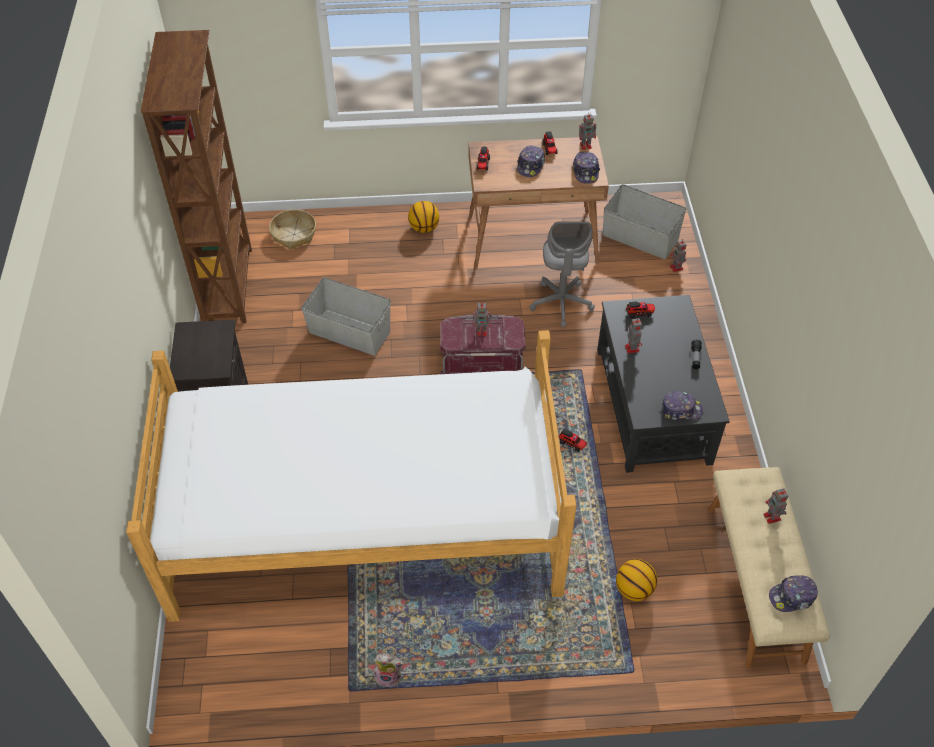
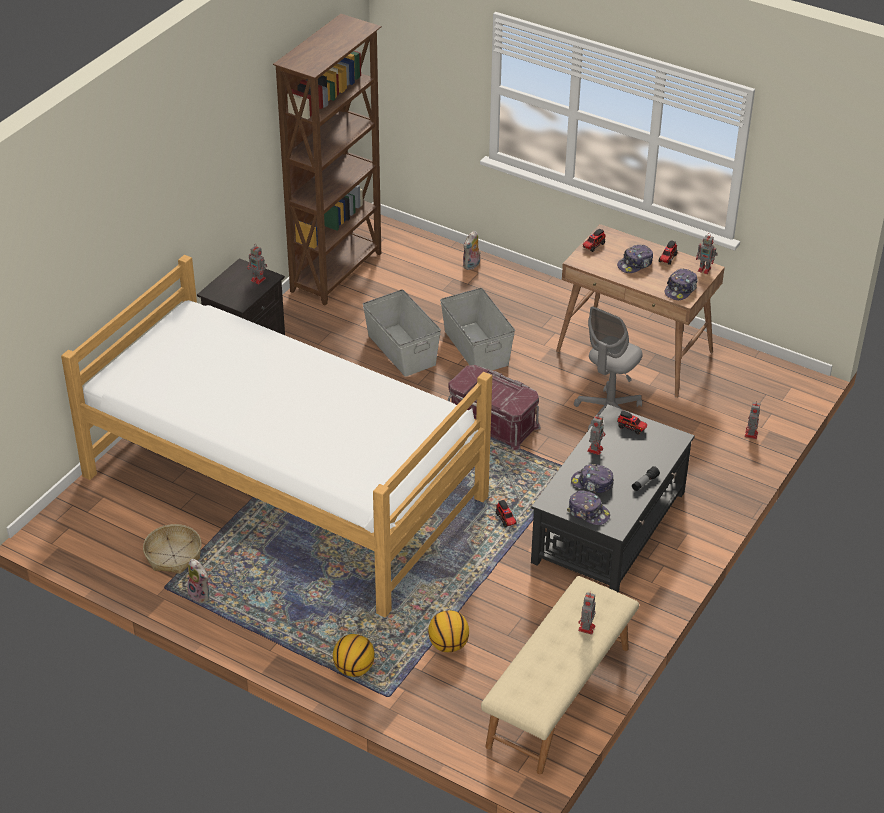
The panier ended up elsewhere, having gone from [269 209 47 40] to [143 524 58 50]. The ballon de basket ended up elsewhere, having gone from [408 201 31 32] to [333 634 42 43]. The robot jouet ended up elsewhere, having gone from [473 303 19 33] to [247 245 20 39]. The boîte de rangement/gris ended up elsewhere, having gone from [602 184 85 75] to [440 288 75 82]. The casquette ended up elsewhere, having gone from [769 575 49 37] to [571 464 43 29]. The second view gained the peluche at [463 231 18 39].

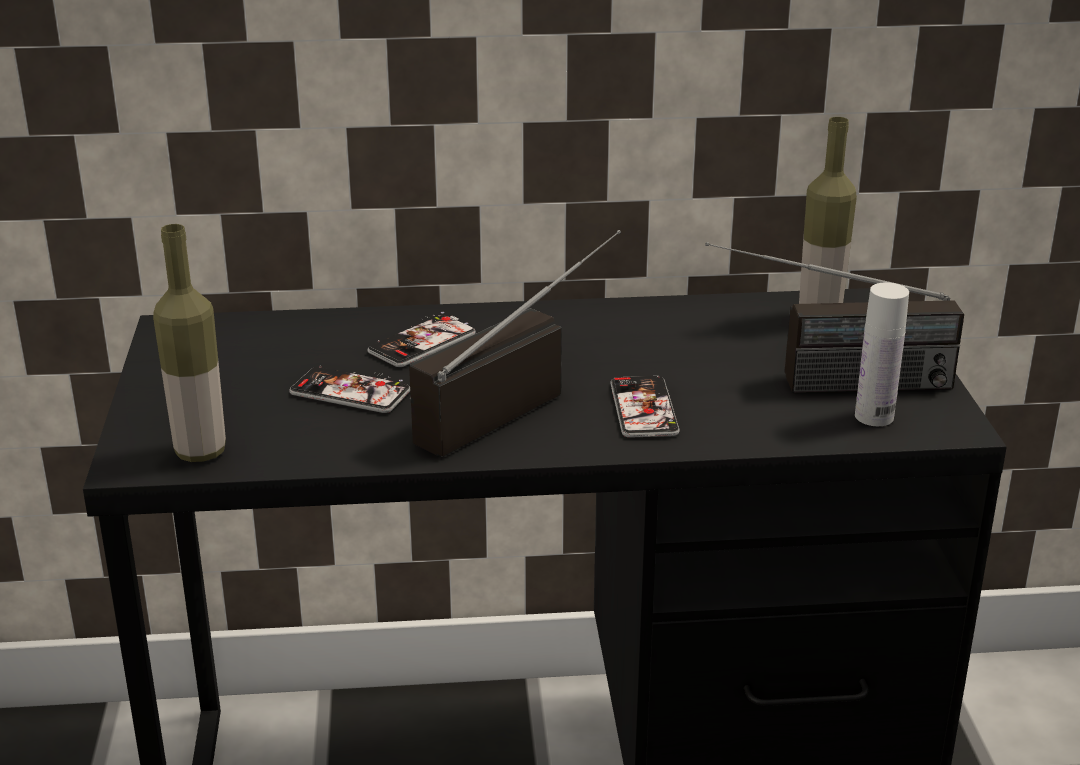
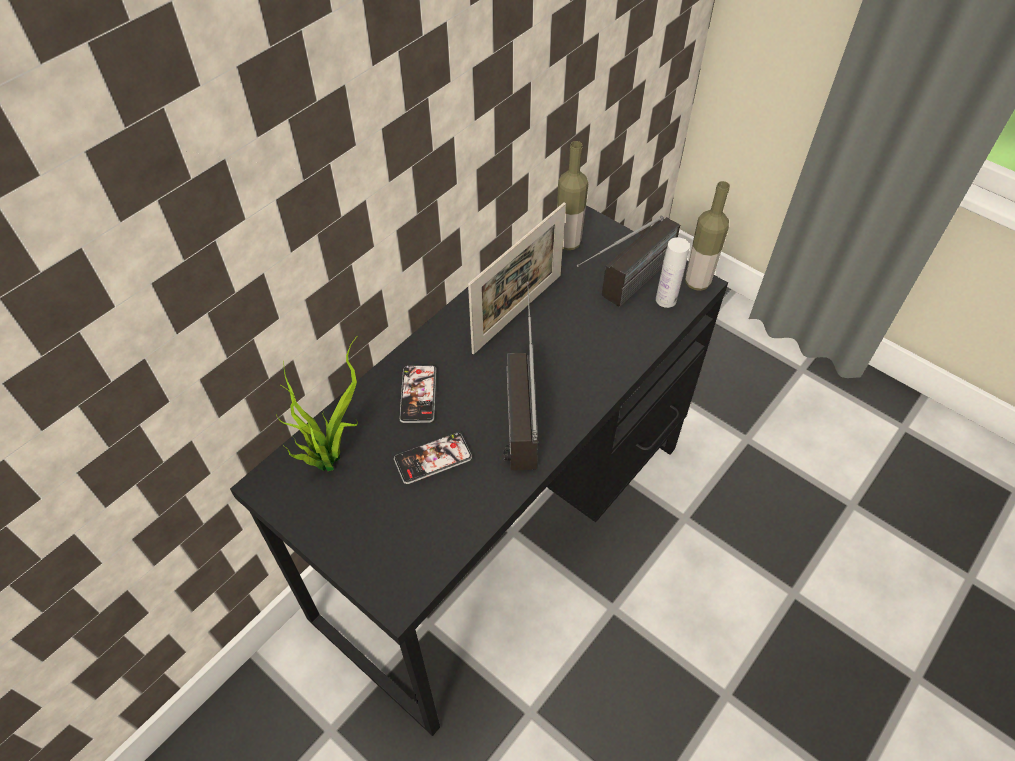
The bouteille ended up elsewhere, having gone from [153 224 73 238] to [685 181 45 110]. The second view lost the téléphone at [610 376 70 62]. The second view gained the plante en pot at [276 336 82 135]. The second view gained the cadre photo at [468 202 98 152].

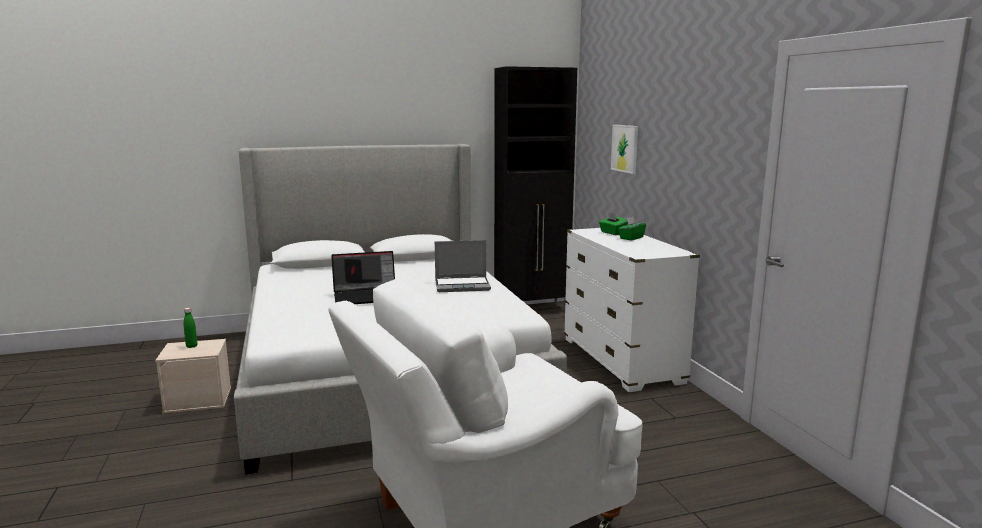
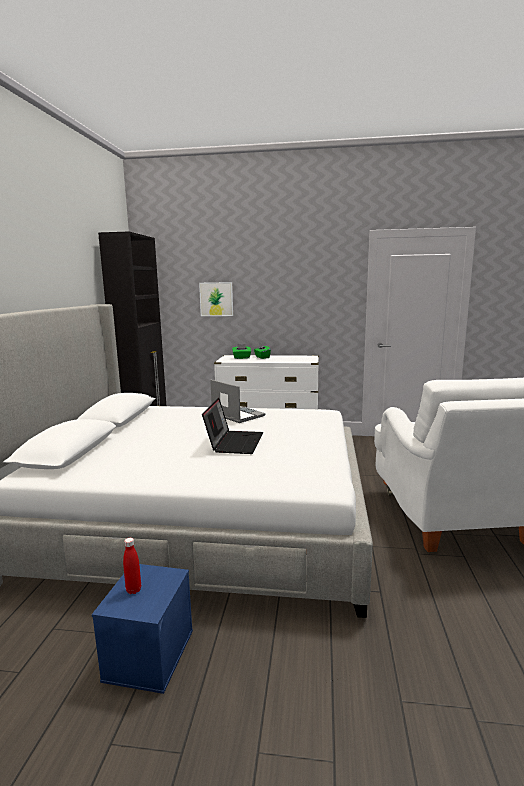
What was the boîte de rangement/beige at [155 339 76 75] turned into the boîte de rangement/bleu at [92 564 101 130]. What was the bouteille/vert at [184 308 13 40] turned into the bouteille/rouge at [123 538 18 56]. The ordinateur portable at [435 240 56 52] ended up facing another way, 60 degrees counterclockwise from before.

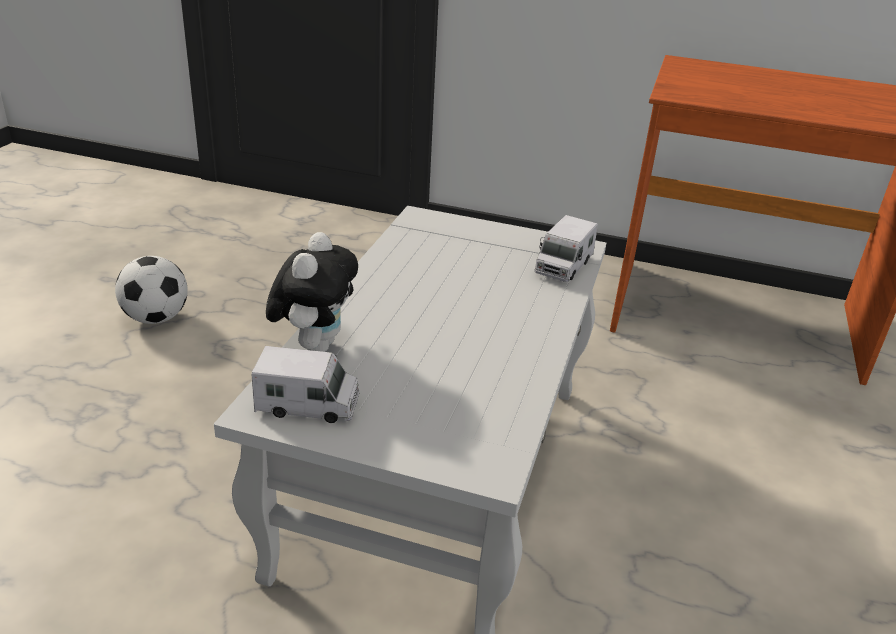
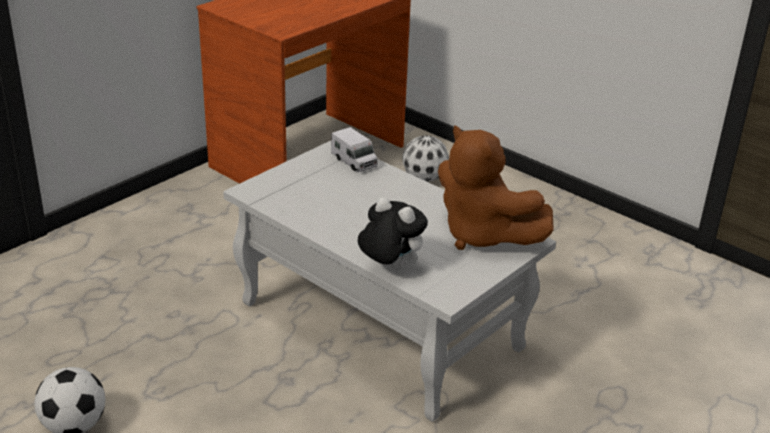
The second view lost the camion jouet at [252 346 108 77]. The second view gained the ballon de foot at [402 135 47 47]. The second view gained the peluche/marron at [438 125 116 125].

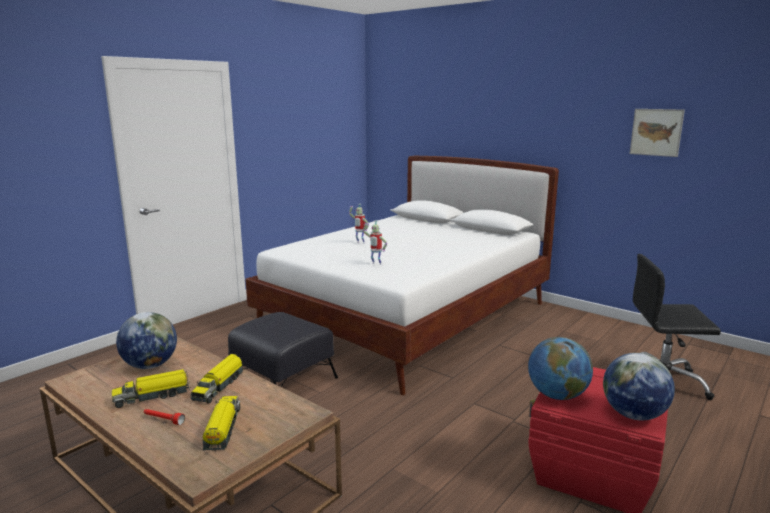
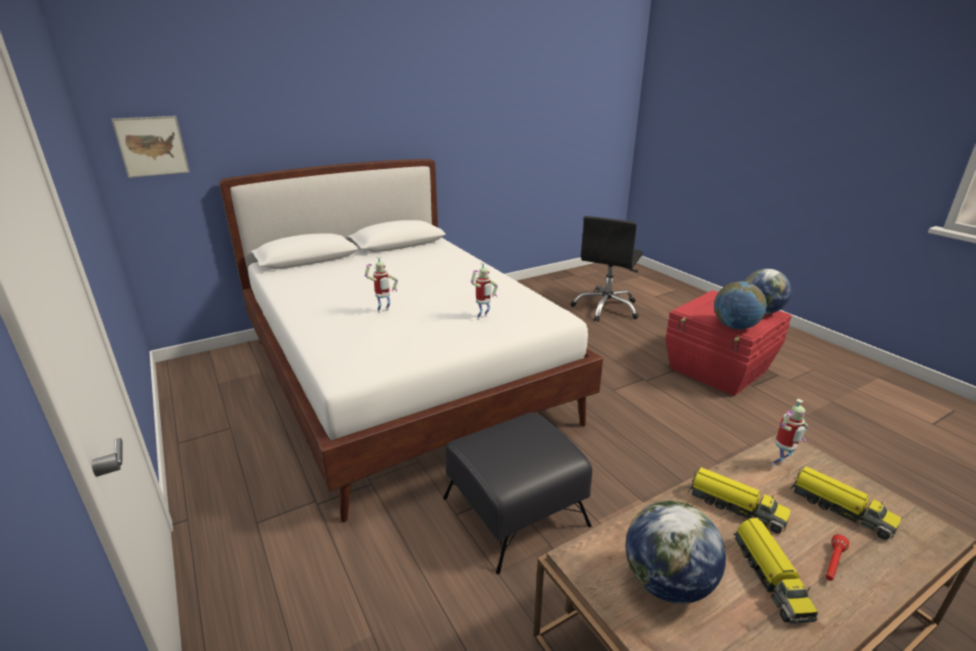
The camion jouet at [203 396 38 55] ended up facing another way, 150 degrees counterclockwise from before. The tableau ended up elsewhere, having gone from [630 109 55 48] to [111 116 79 62]. The second view gained the robot jouet at [771 399 37 68].

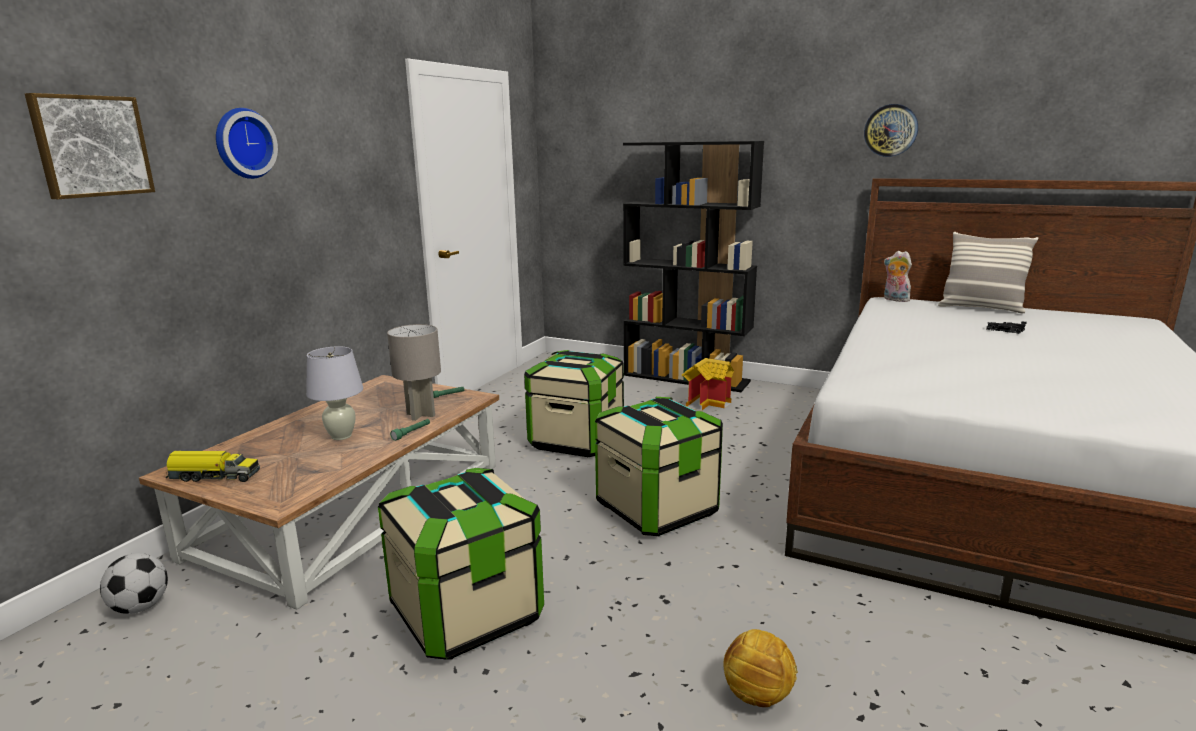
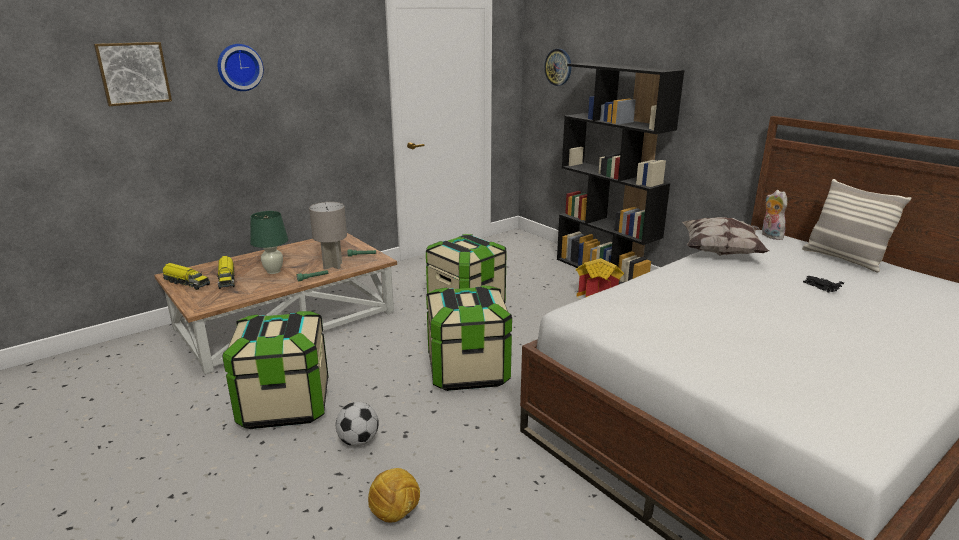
The ballon de foot ended up elsewhere, having gone from [100 553 68 61] to [336 402 43 44]. What was the lampe de table/blanc at [306 346 57 94] turned into the lampe de table/vert at [250 211 38 63]. The horloge murale ended up elsewhere, having gone from [864 104 54 53] to [544 49 27 37]. The second view gained the camion jouet at [217 256 18 33]. The second view gained the coussin at [682 217 87 39].

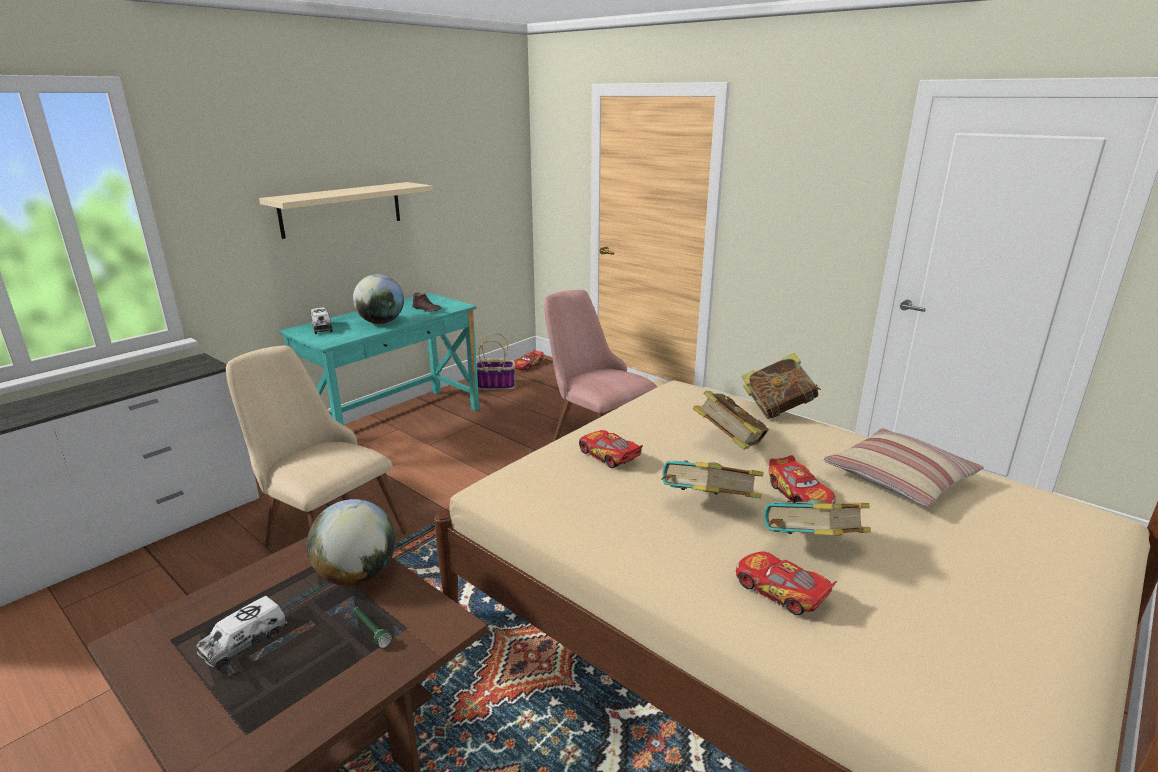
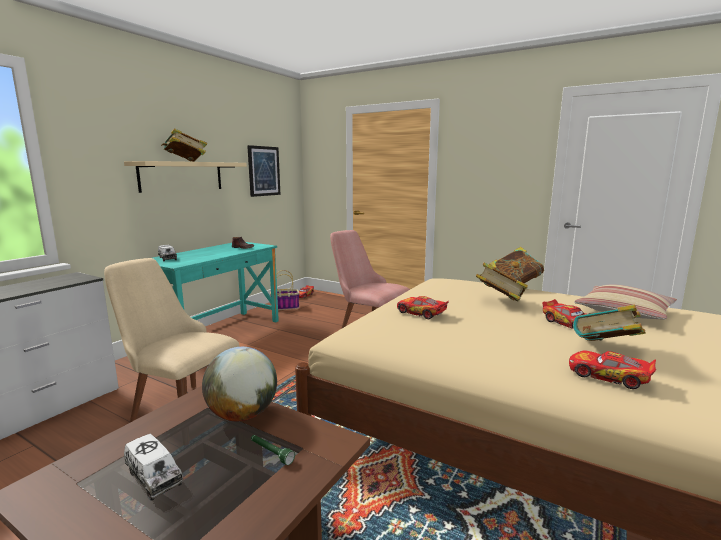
The camion jouet at [196 596 91 74] ended up facing another way, 75 degrees counterclockwise from before. The second view lost the globe at [353 274 51 50]. The livre ended up elsewhere, having gone from [662 460 102 38] to [161 128 46 34]. The second view gained the tableau at [247 145 34 52].

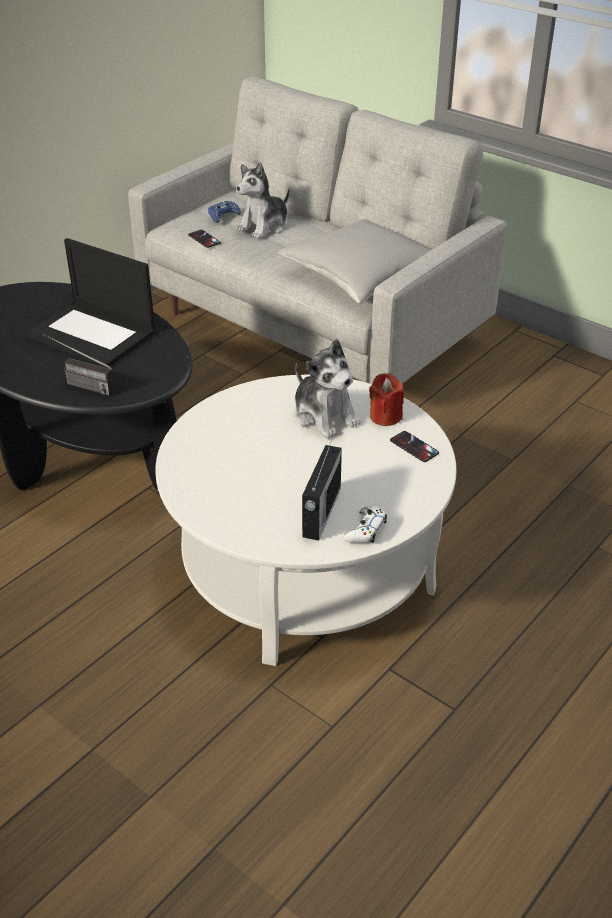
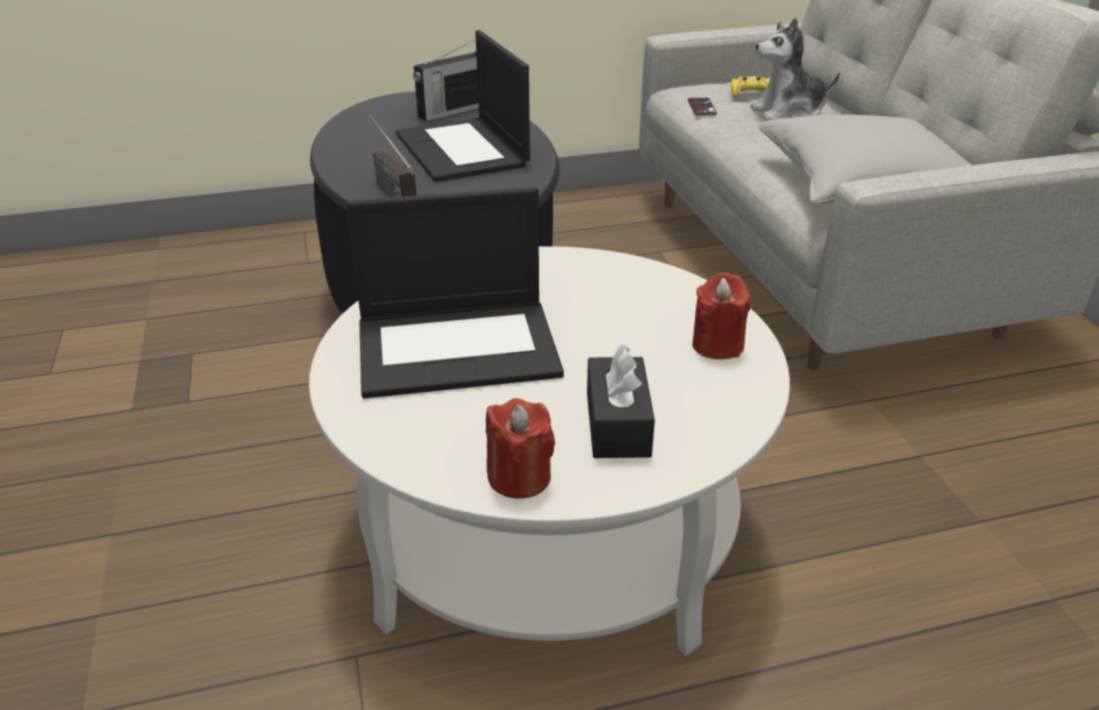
What was the manette/bleu at [208 200 33 23] turned into the manette/jaune at [731 76 39 21]. The second view lost the peluche at [294 339 67 100]. The radio ended up elsewhere, having gone from [302 440 40 101] to [413 40 66 81]. Where the manette/blanc stood at [344 506 43 37], the bougie/rouge came to stand at [486 398 69 100]. The second view lost the téléphone at [390 431 49 31]. The second view gained the ordinateur portable at [346 187 218 212]. The second view gained the boîte à mouchoirs/noir at [587 344 68 114].

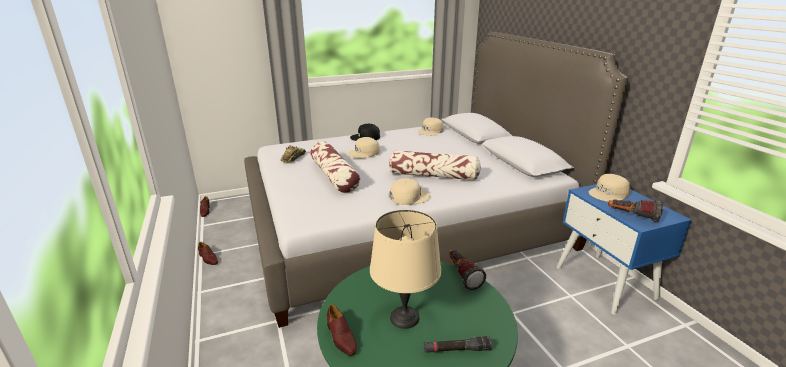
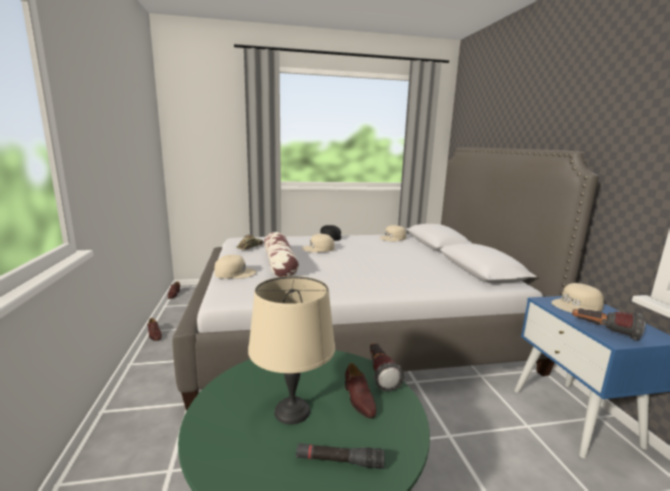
The chaussure/marron ended up elsewhere, having gone from [327 304 30 52] to [345 363 31 55]. The second view lost the coussin at [389 150 92 30]. The casquette/beige ended up elsewhere, having gone from [390 178 41 27] to [214 255 43 24].

